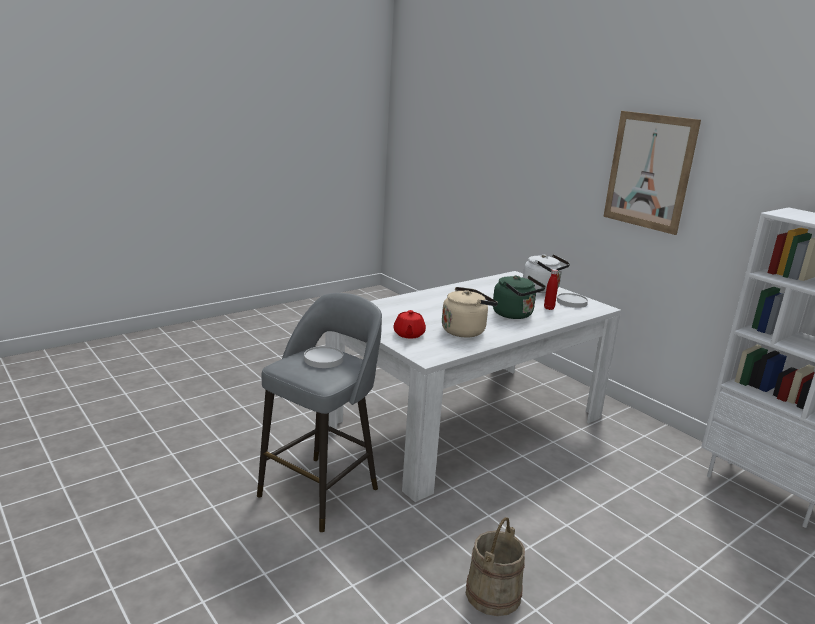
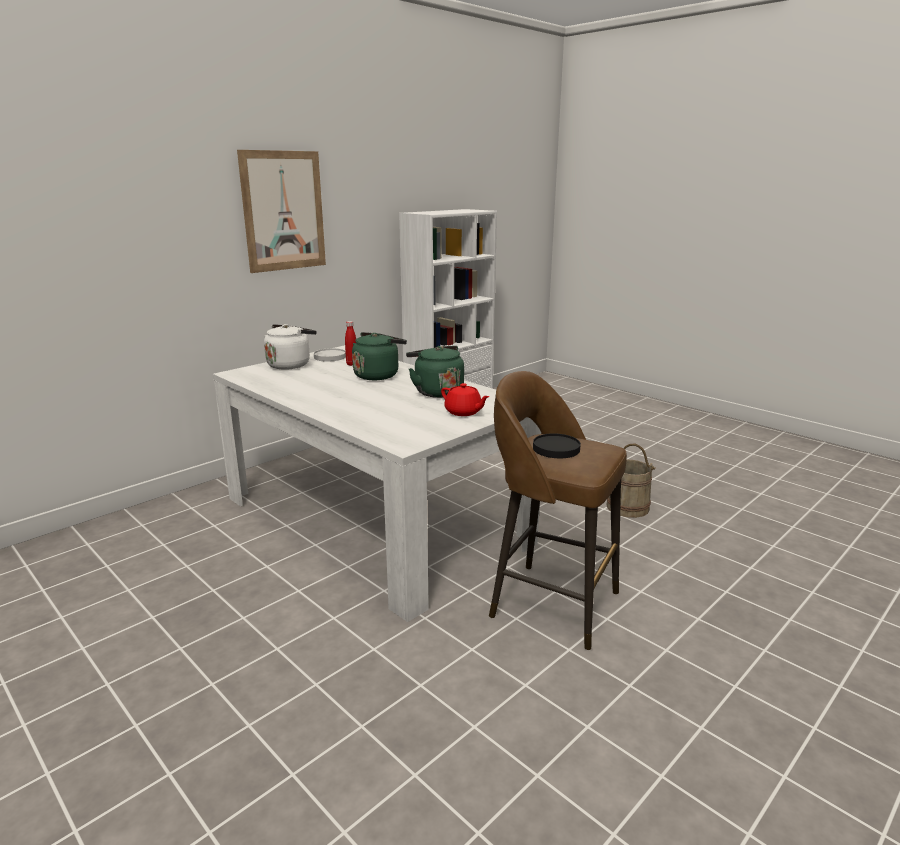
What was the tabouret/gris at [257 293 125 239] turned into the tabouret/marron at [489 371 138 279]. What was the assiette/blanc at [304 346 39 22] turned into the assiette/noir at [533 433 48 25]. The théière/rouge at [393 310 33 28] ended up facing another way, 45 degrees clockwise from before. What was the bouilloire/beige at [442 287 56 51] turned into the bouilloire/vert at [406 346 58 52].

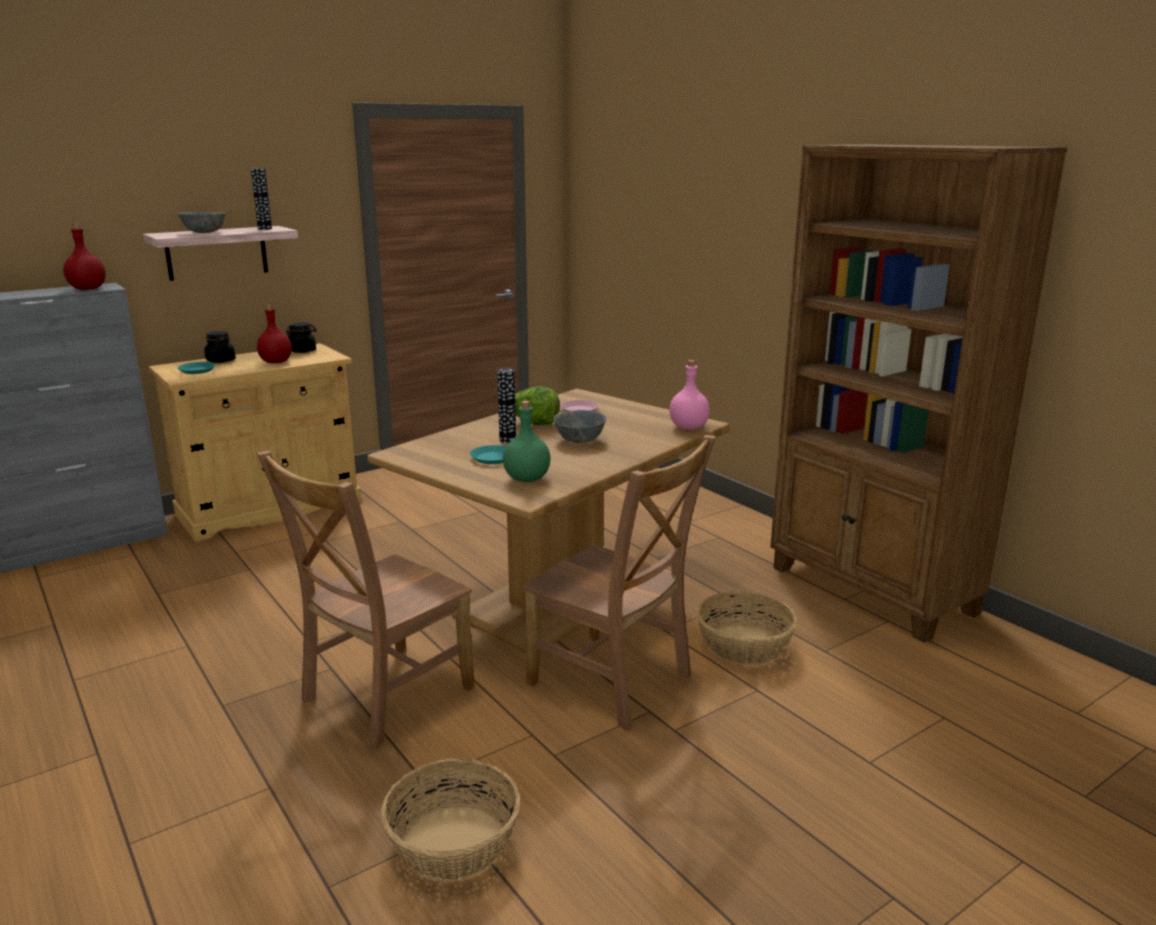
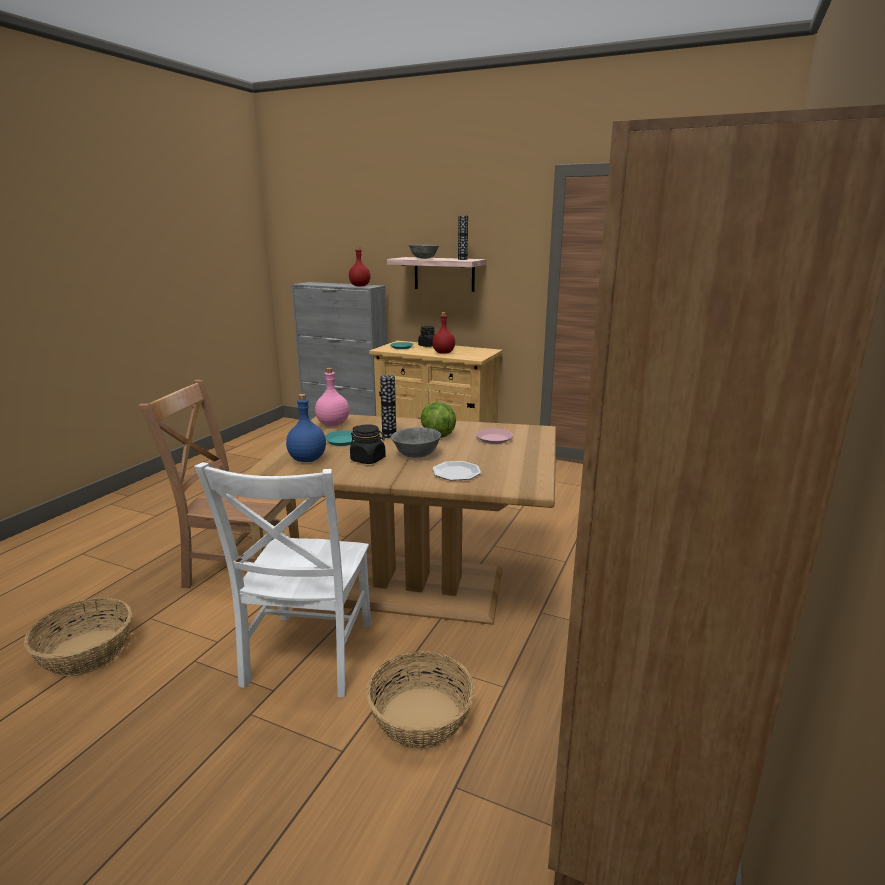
The bocal/noir ended up elsewhere, having gone from [286 323 31 30] to [350 424 36 40]. What was the bouteille/vert at [503 401 48 81] turned into the bouteille/bleu at [286 394 40 68]. What was the chaise/marron at [522 435 194 296] turned into the chaise/blanc at [194 462 177 235]. The bouteille/rose ended up elsewhere, having gone from [669 360 41 70] to [315 368 34 58]. The second view gained the assiette at [433 461 48 20].

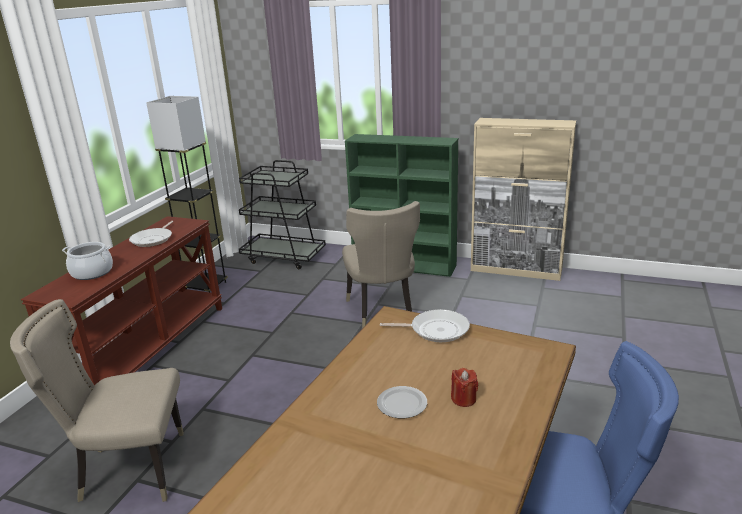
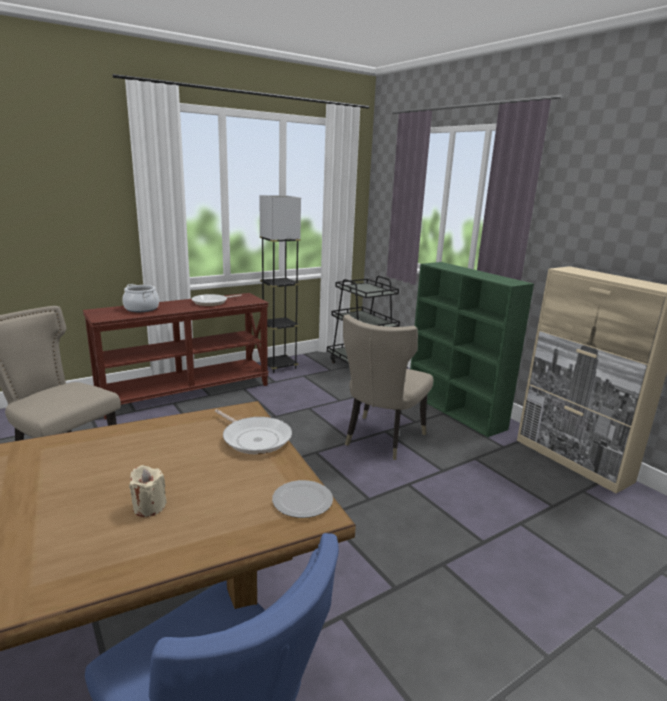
The assiette ended up elsewhere, having gone from [377 386 50 32] to [272 480 61 38]. What was the bougie/rouge at [451 368 27 39] turned into the bougie/beige at [129 465 38 52].

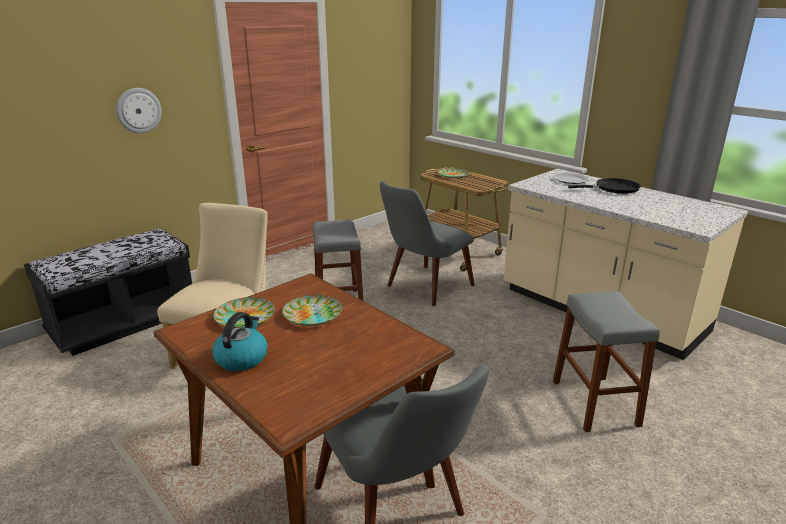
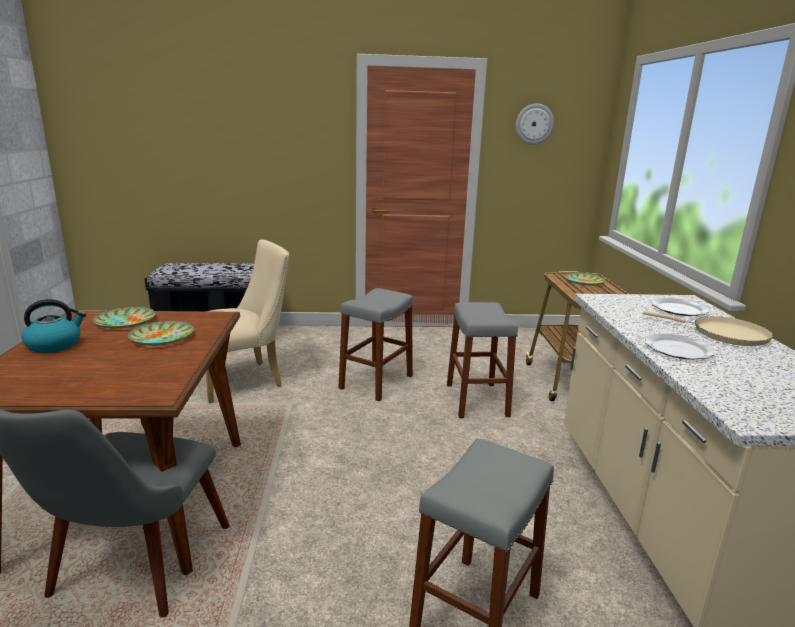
The horloge murale ended up elsewhere, having gone from [116 88 46 45] to [516 103 38 42]. Where the chaise/gris stood at [380 181 95 125], the tabouret/gris came to stand at [447 302 71 116]. What was the poêle/noir at [568 178 73 16] turned into the poêle/beige at [643 311 130 35]. The second view gained the assiette at [645 334 70 26].

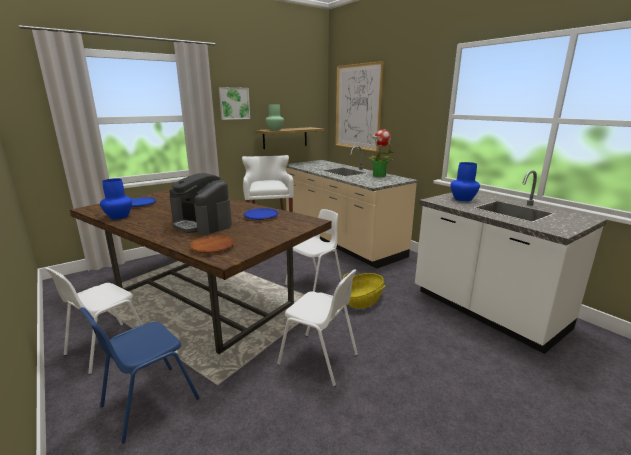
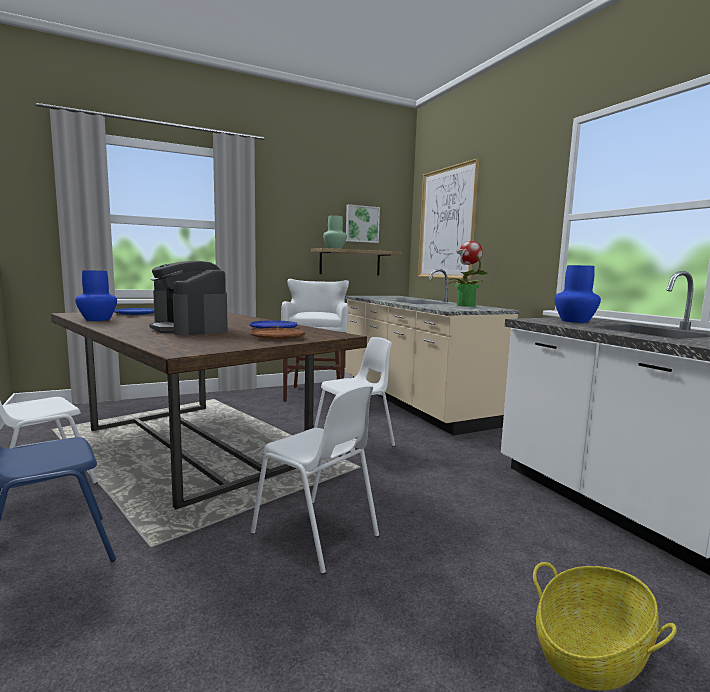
The assiette/marron ended up elsewhere, having gone from [189 235 45 18] to [250 328 55 11]. The tableau ended up elsewhere, having gone from [219 87 31 33] to [346 204 34 39]. The panier ended up elsewhere, having gone from [343 273 43 36] to [533 562 144 129].

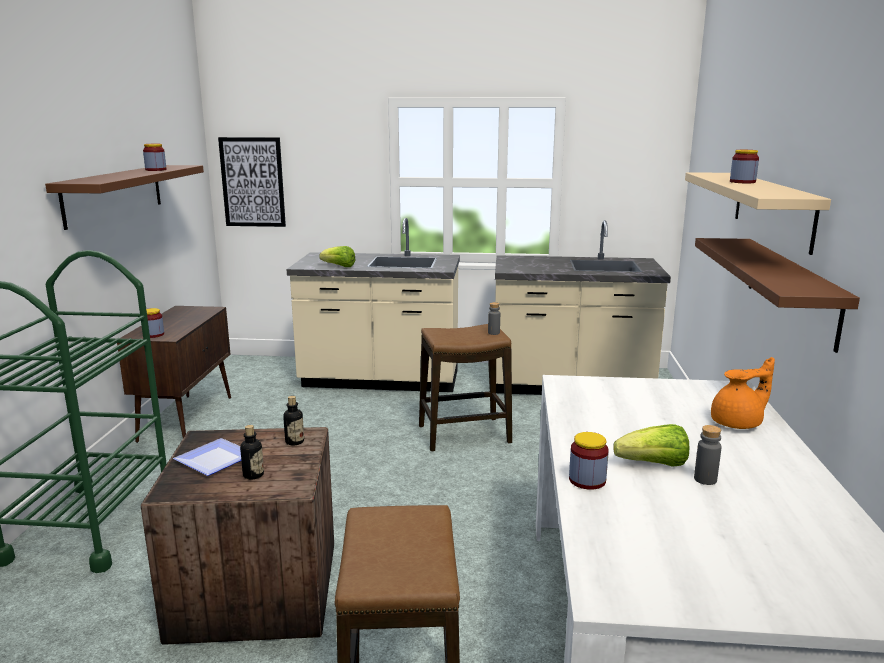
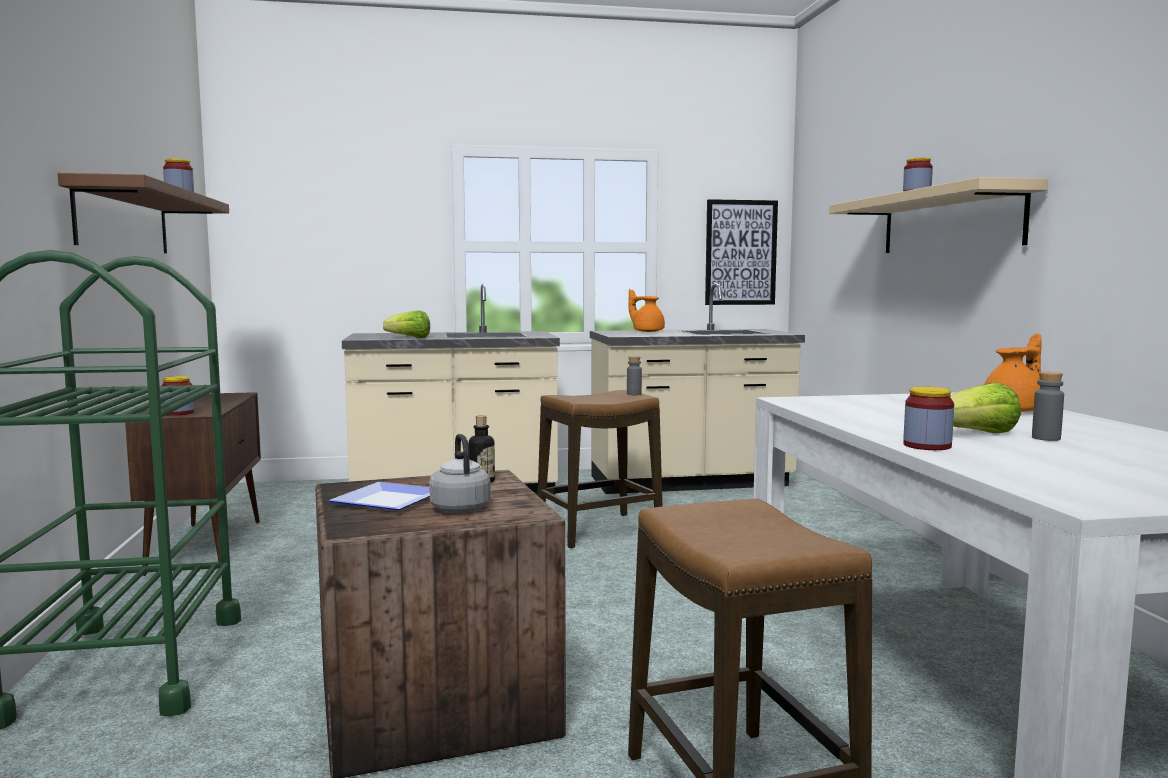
The tableau ended up elsewhere, having gone from [218 137 68 90] to [705 199 73 106]. Where the bouteille stood at [240 425 24 54], the bouilloire/gris came to stand at [429 434 62 79]. The second view lost the étagère/marron at [695 238 165 115]. The second view gained the théière/orange at [628 289 37 43].

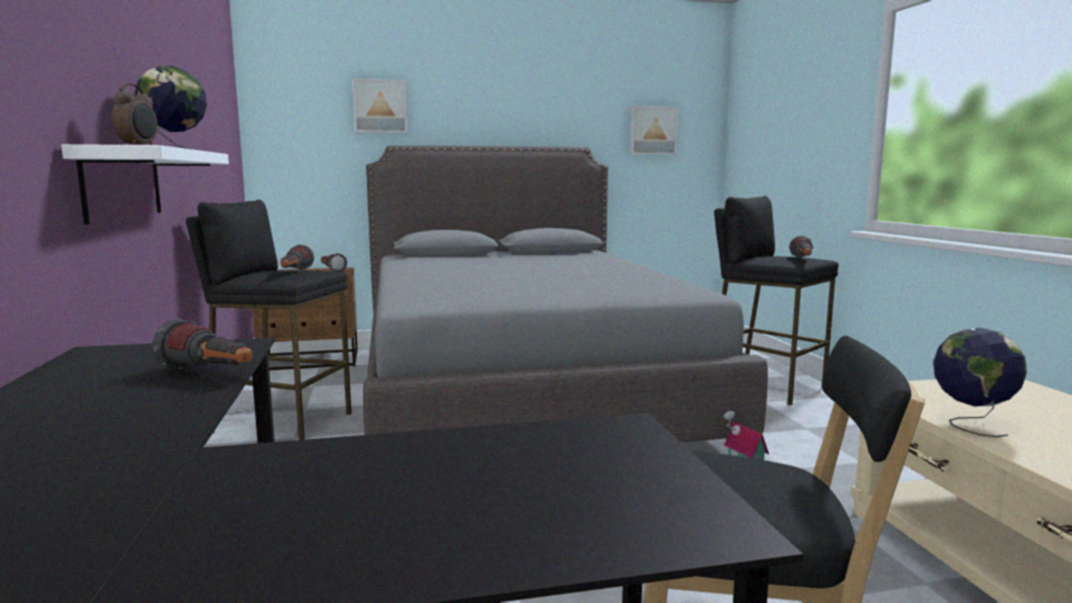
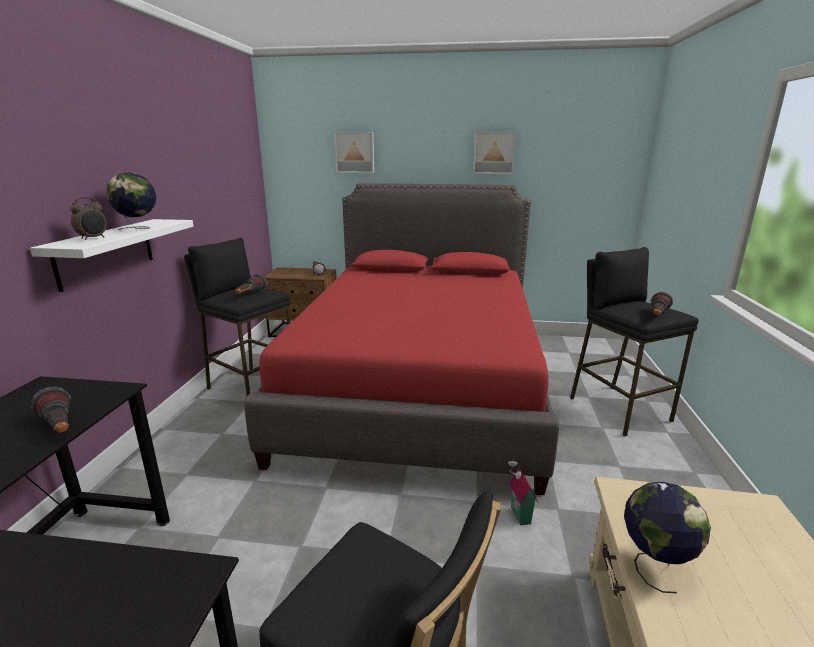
What was the lit/gris at [363 146 405 296] turned into the lit/rouge at [244 183 315 312]. The tableau ended up elsewhere, having gone from [630 106 48 49] to [473 132 43 42].

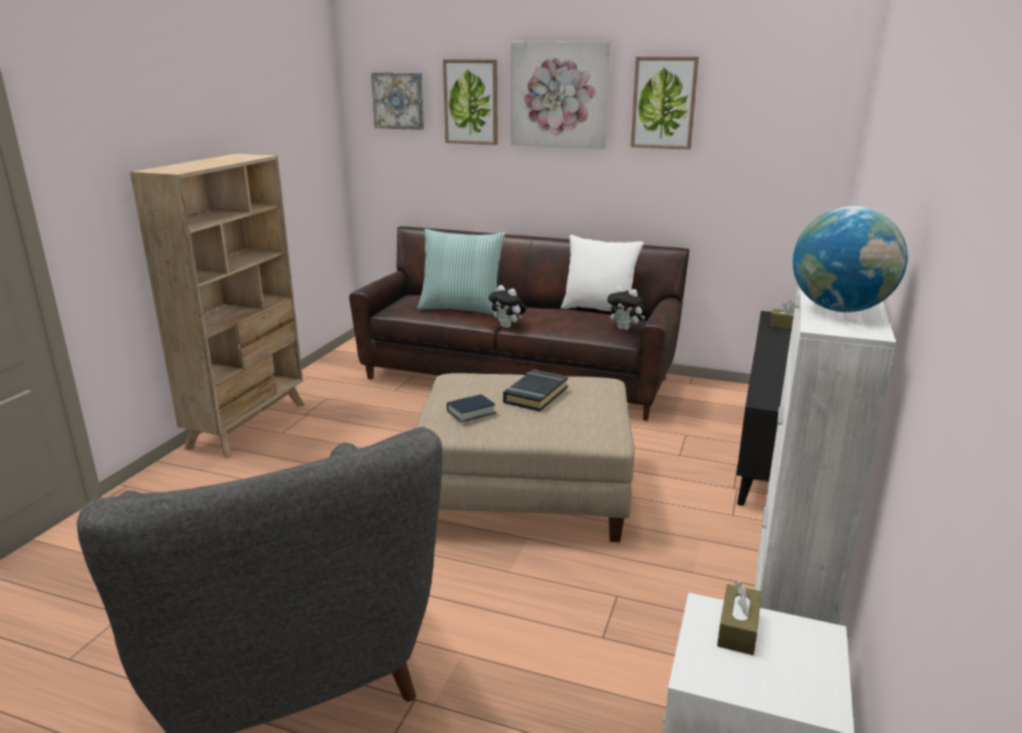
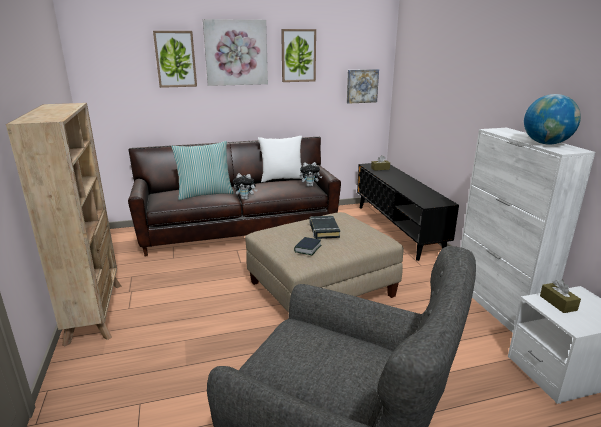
The tableau ended up elsewhere, having gone from [371 72 53 58] to [347 69 32 35].

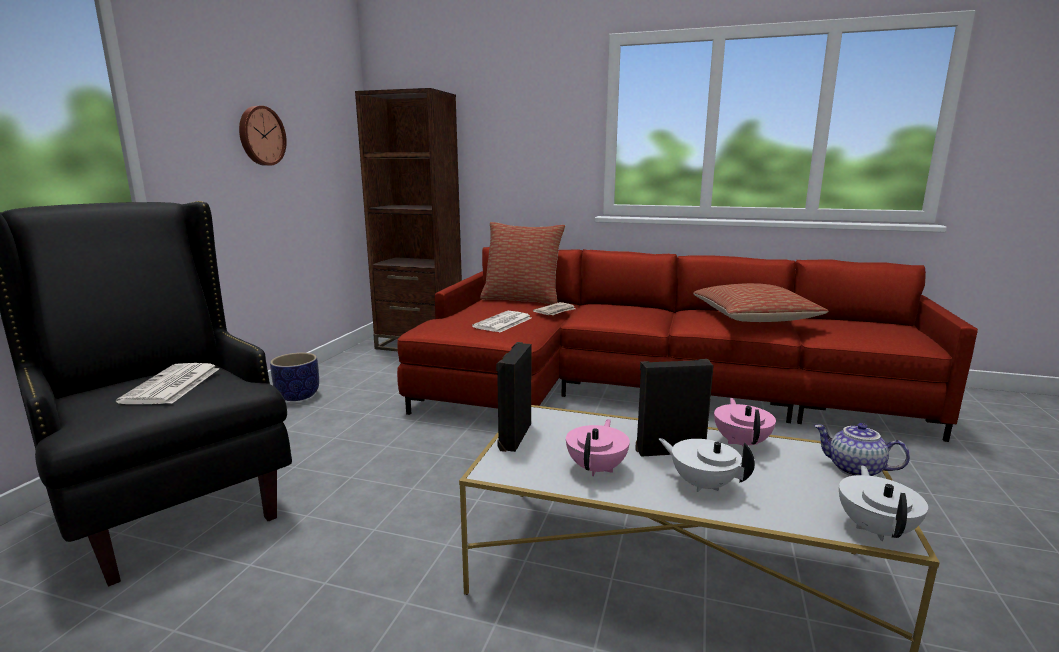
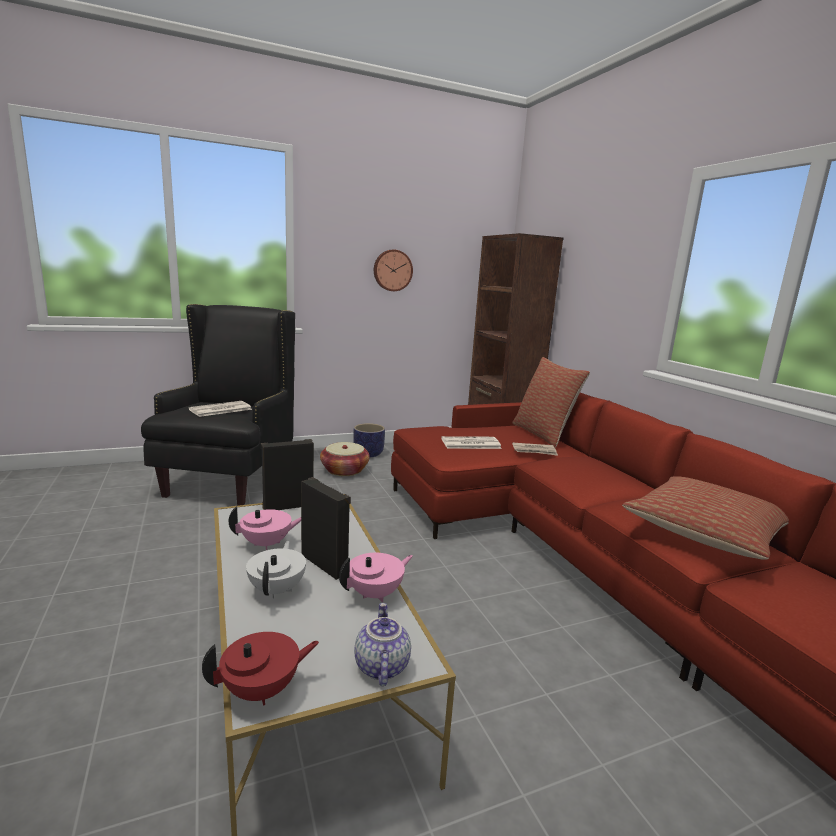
What was the théière/blanc at [839 466 89 75] turned into the théière/rouge at [202 632 117 74]. The second view gained the panier at [320 442 50 34].

